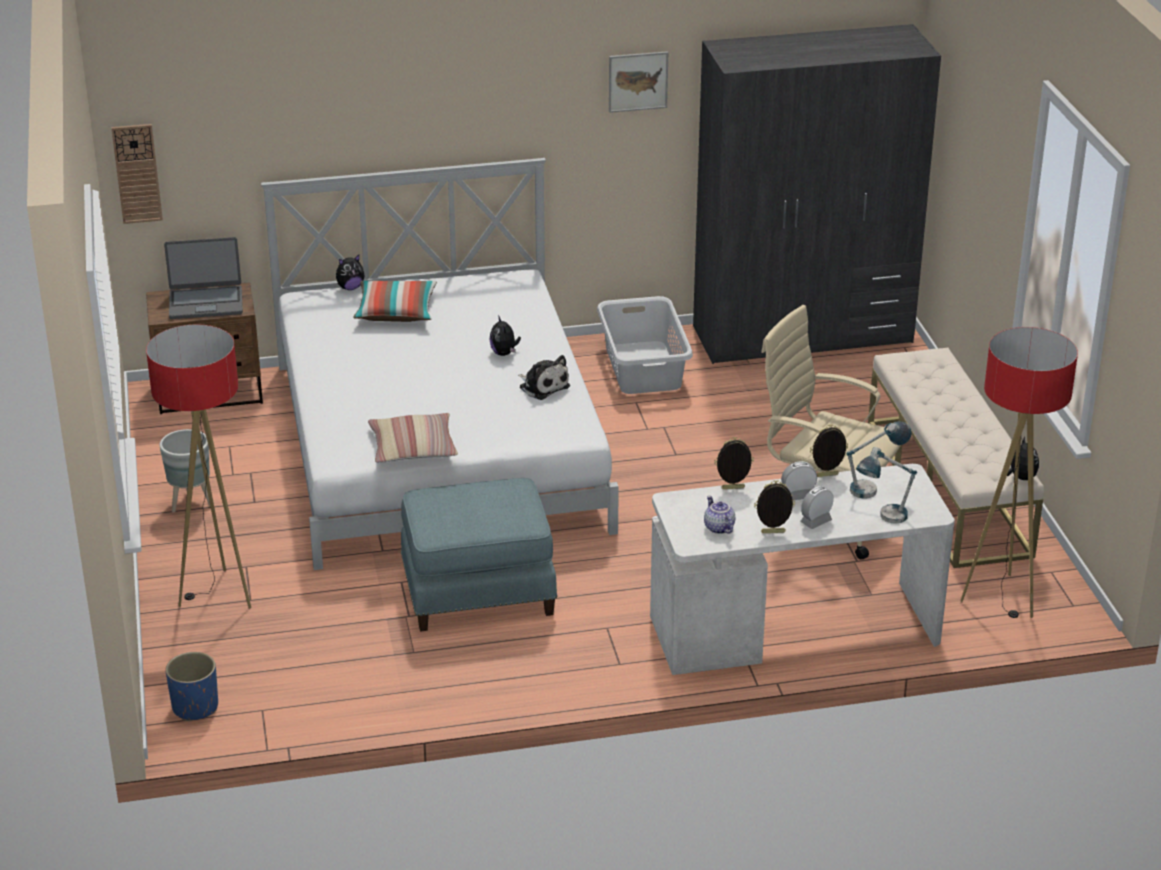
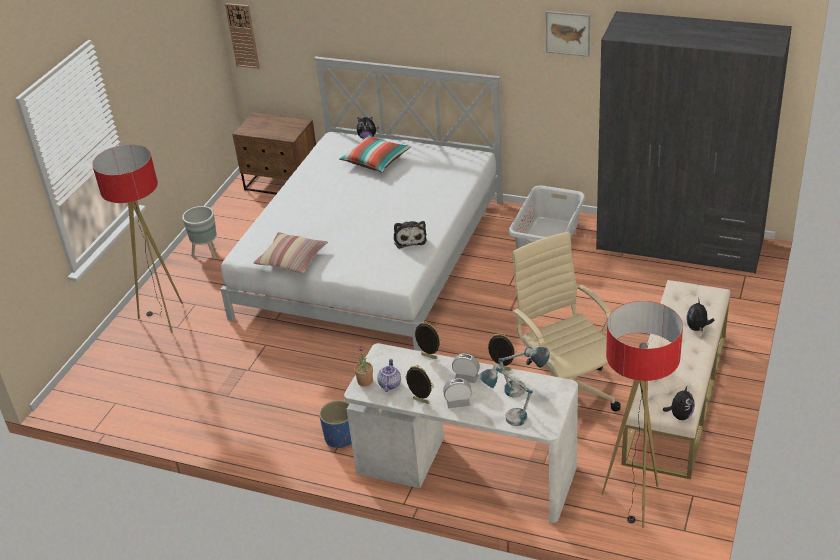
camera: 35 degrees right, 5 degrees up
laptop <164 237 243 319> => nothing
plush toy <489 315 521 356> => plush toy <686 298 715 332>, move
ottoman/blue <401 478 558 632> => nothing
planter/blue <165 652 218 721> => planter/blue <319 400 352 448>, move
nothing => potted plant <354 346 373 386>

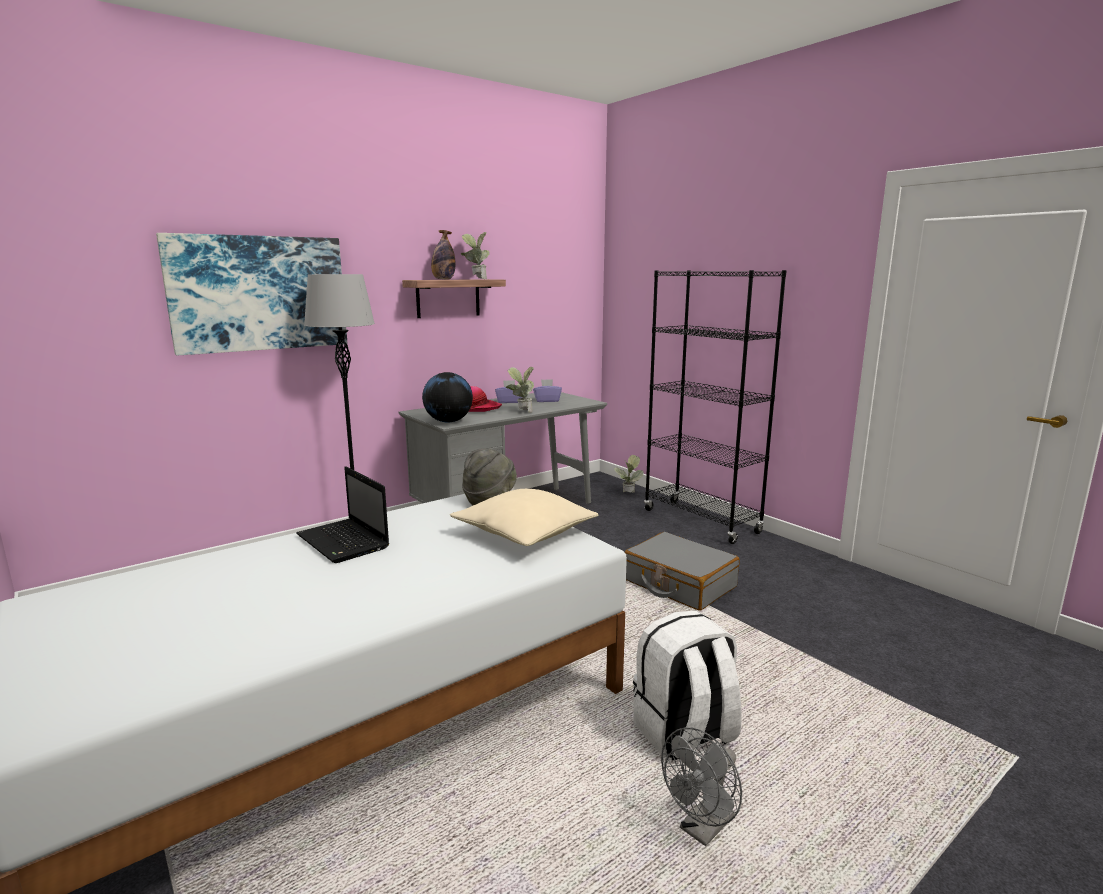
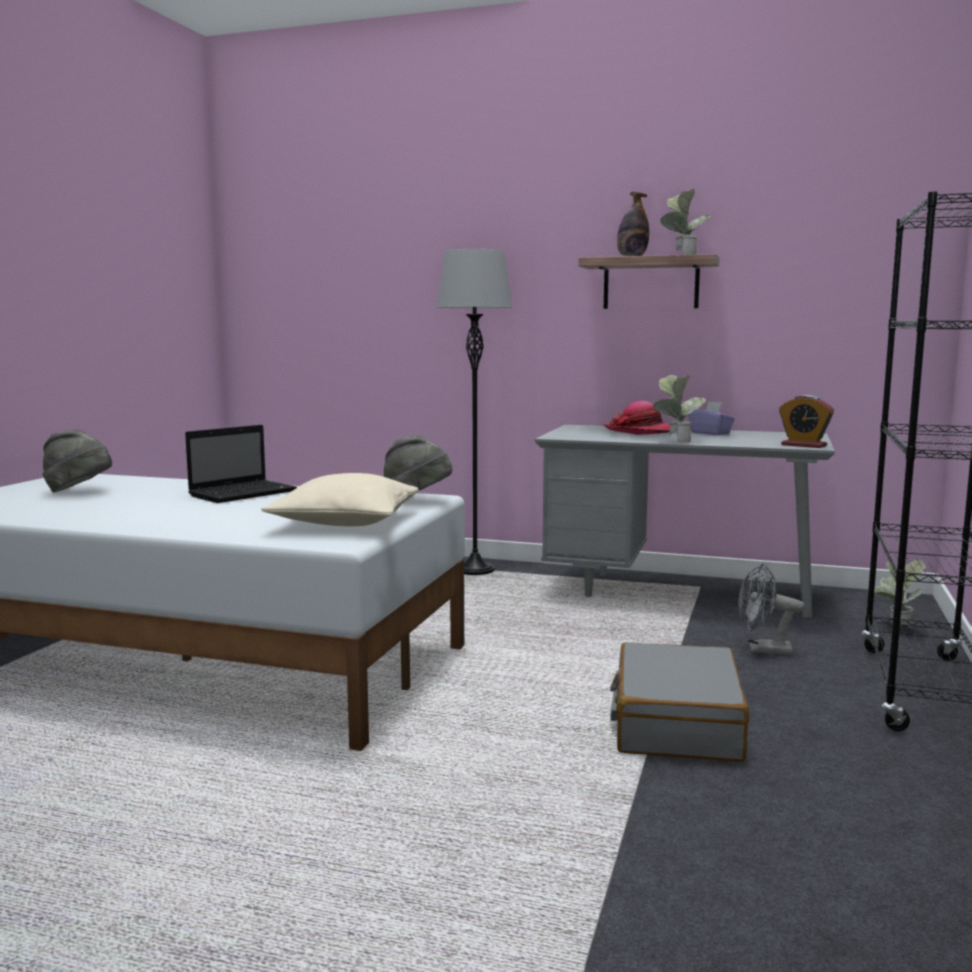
camera: 55 degrees right, 5 degrees down
picture <156 233 347 355> => nothing
globe <422 372 473 423> => nothing
tissue box/purple <533 379 562 402> => nothing
laptop <296 466 389 563> => laptop <185 425 297 503>, 150 degrees counterclockwise
backpack/white <633 611 741 760> => nothing
fan/grey <661 727 742 847> => fan/grey <738 563 805 655>, move
nothing => alarm clock <779 395 834 448>
nothing => hat/grey <43 429 112 492>

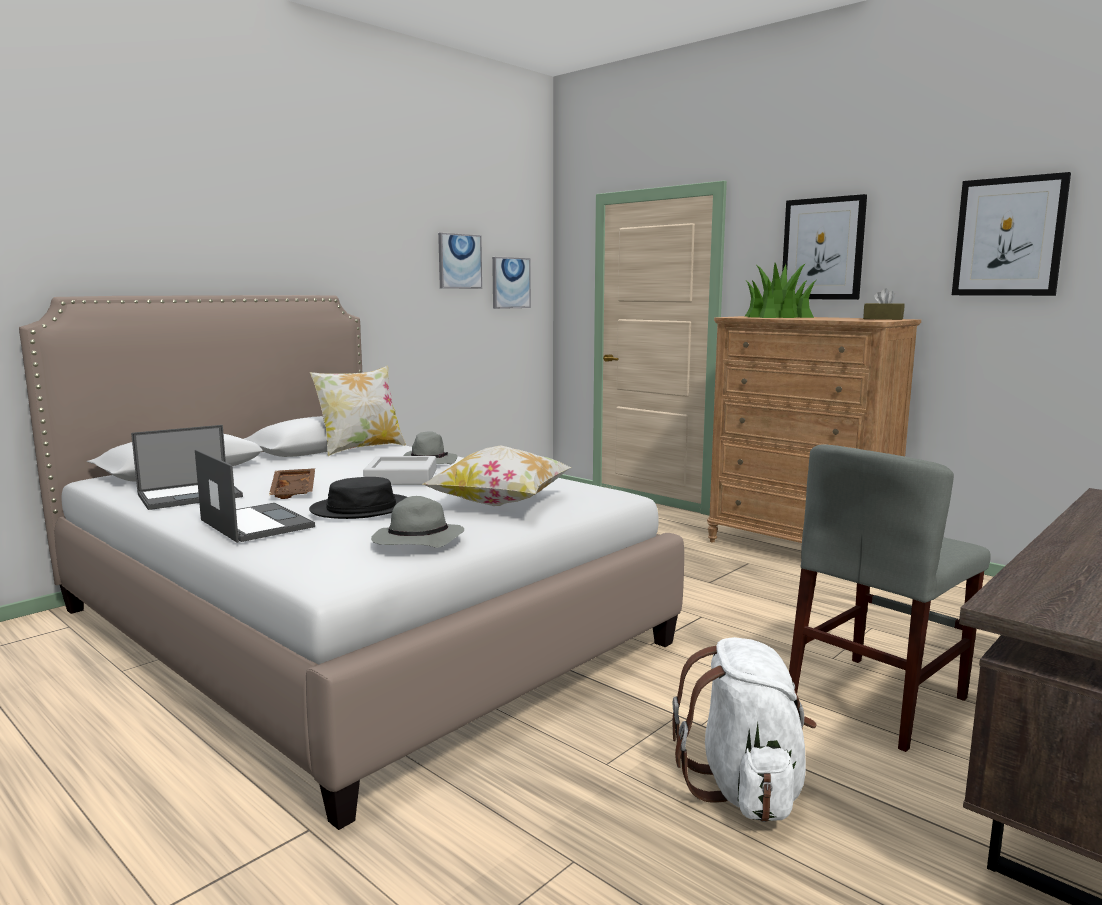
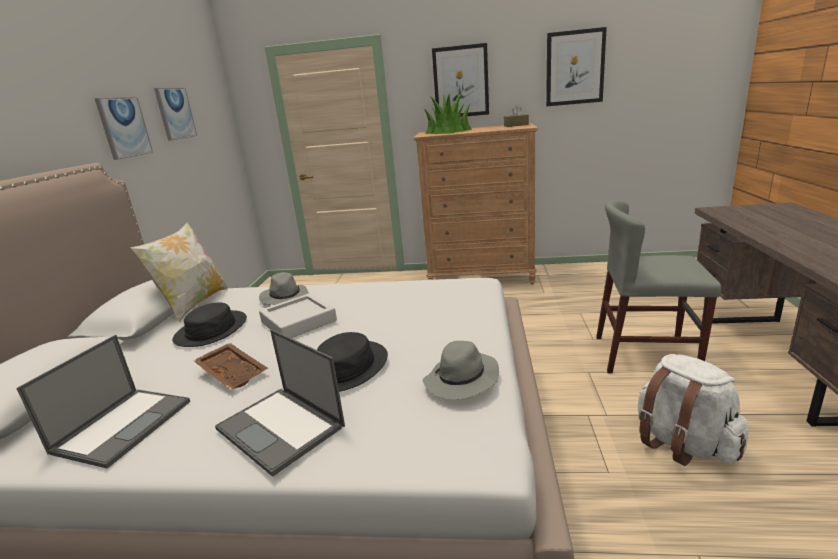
camera: 35 degrees left, 10 degrees up
picture <492 257 531 309> => picture <95 97 153 160>, move
chair/grey <789 444 991 752> => chair/grey <596 200 721 374>, 90 degrees clockwise
pillow <423 445 572 506> => nothing
laptop <195 449 315 543> => laptop <215 329 345 477>, 150 degrees counterclockwise
nothing => hat/black <172 303 247 347>

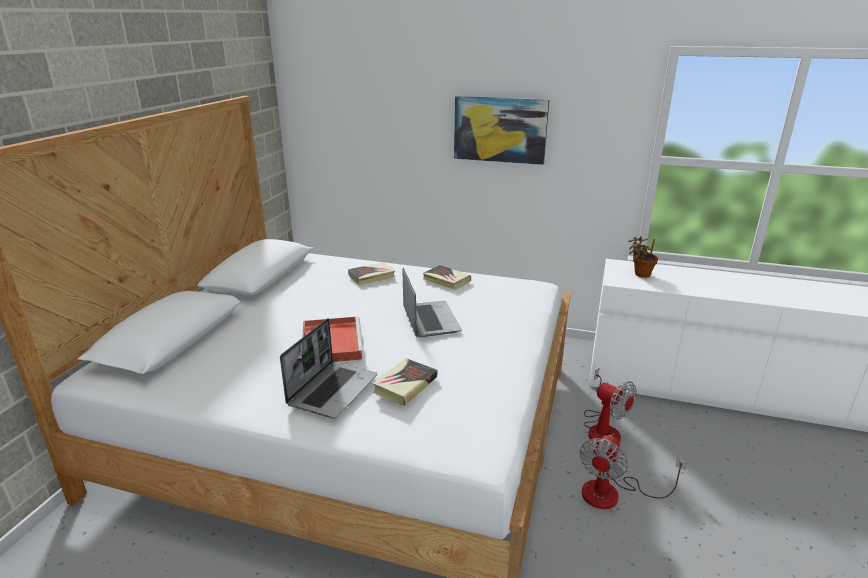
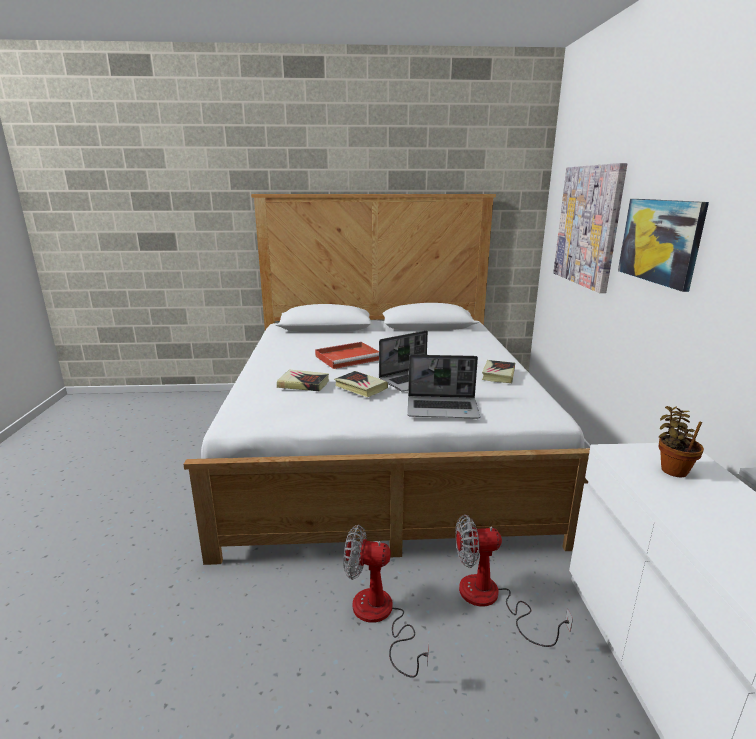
camera: 70 degrees right, 5 degrees down
book <348 262 395 285> => book <334 371 388 397>, move
laptop <280 318 377 419> => laptop <408 355 480 419>, move
fan <584 368 637 444> => fan <455 515 573 647>, 60 degrees clockwise
nothing => picture <553 163 627 293>

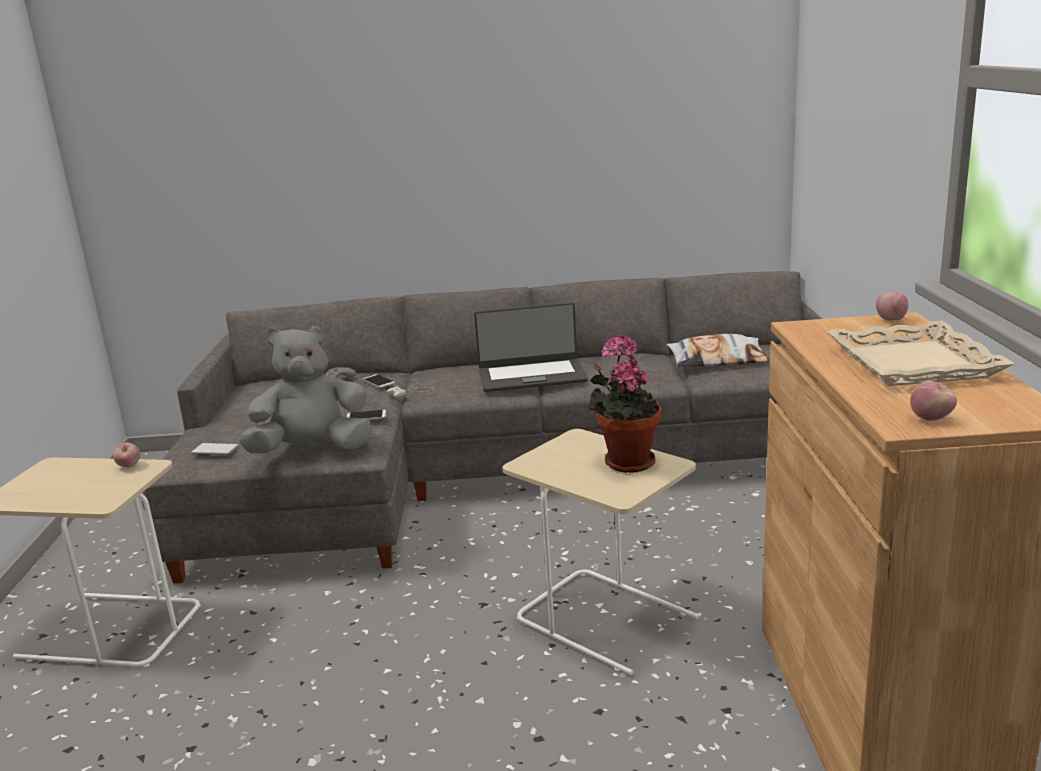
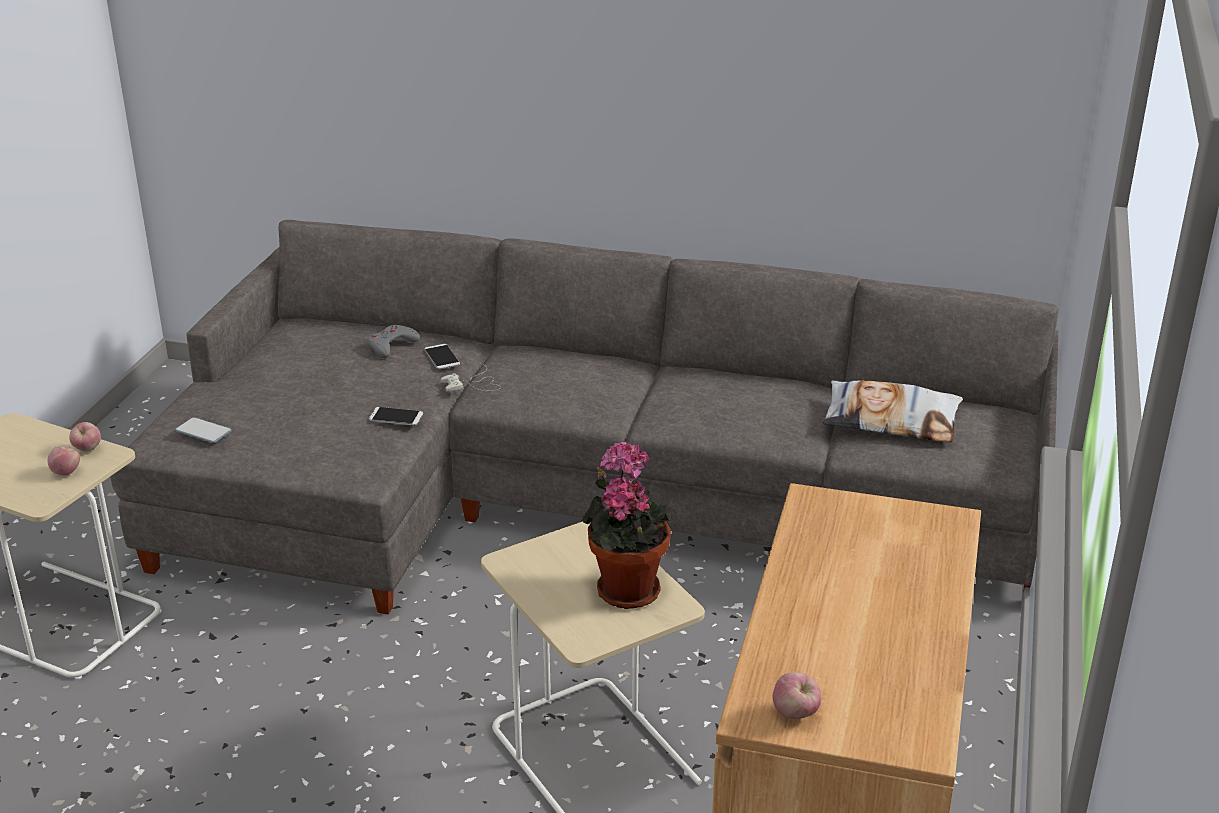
camera: 15 degrees right, 10 degrees up
apple <876 292 909 321> => apple <48 446 80 476>, move
laptop <474 302 588 392> => nothing
tray/beige <828 321 1014 386> => nothing
plush toy/grey <239 326 372 453> => nothing

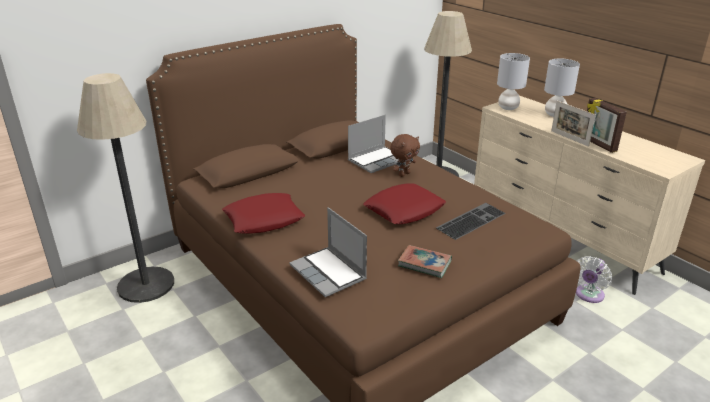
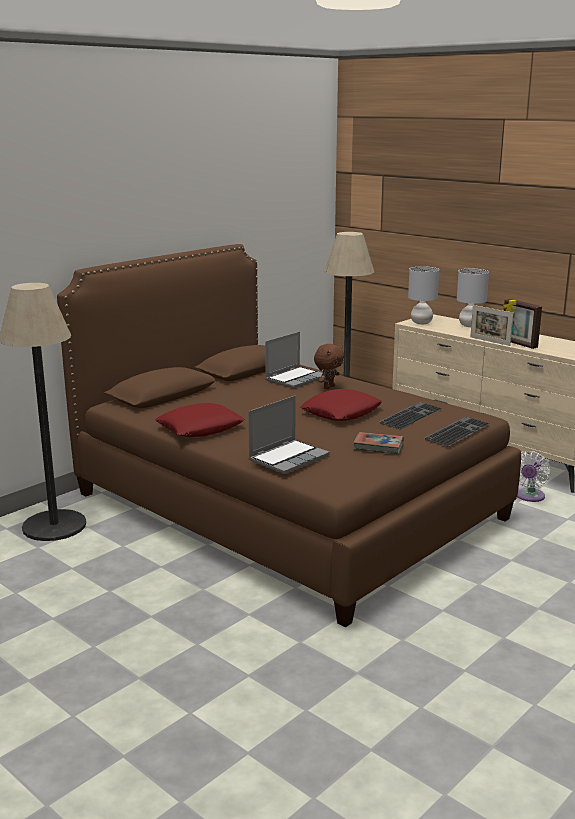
camera: 10 degrees left, 10 degrees down
laptop <289 207 367 297> => laptop <248 396 330 474>, 90 degrees counterclockwise
nothing => keyboard <424 417 489 447>

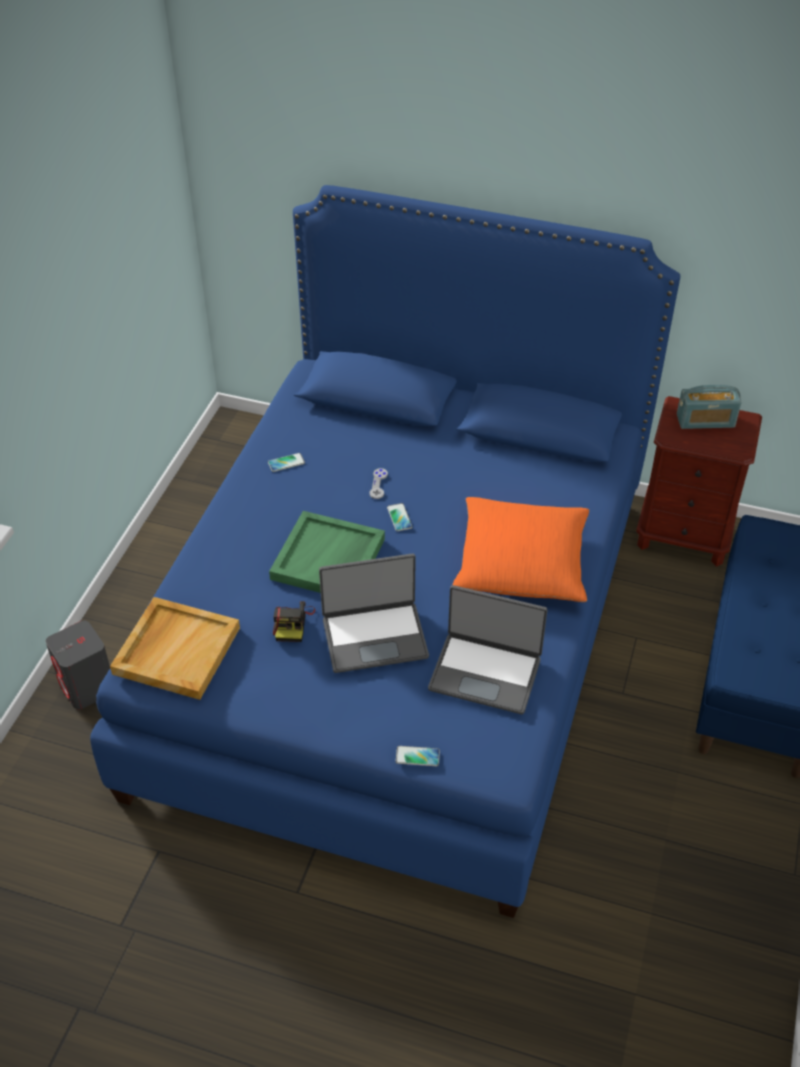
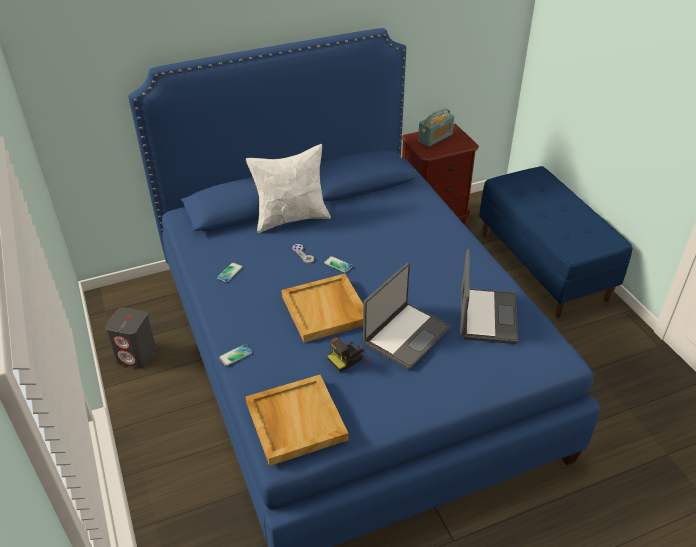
camera: 40 degrees left, 5 degrees down
pillow/orange <453 497 589 602> => nothing
tray/green <269 511 385 593> => tray/beige <282 274 363 343>
laptop <428 585 547 714> => laptop <460 249 518 344>, 60 degrees counterclockwise
photo camera <273 601 315 642> => photo camera <327 337 373 372>, 90 degrees clockwise
speaker/grey <46 621 110 709> => speaker/grey <105 307 156 369>, move
phone <395 746 440 766> => phone <219 344 252 366>, move
nothing => pillow/white <246 144 331 233>

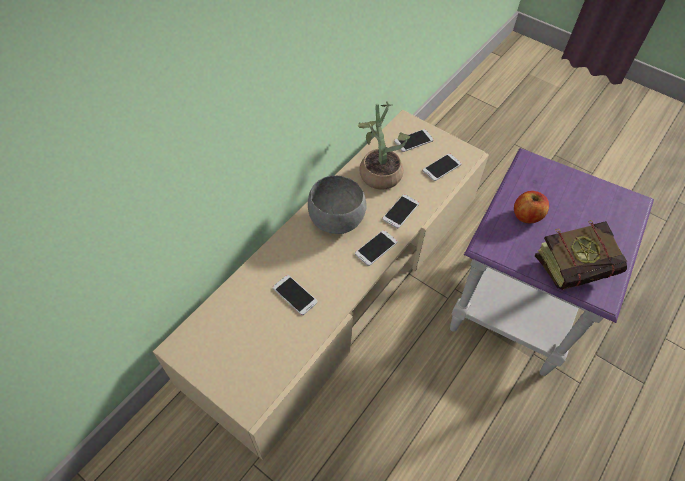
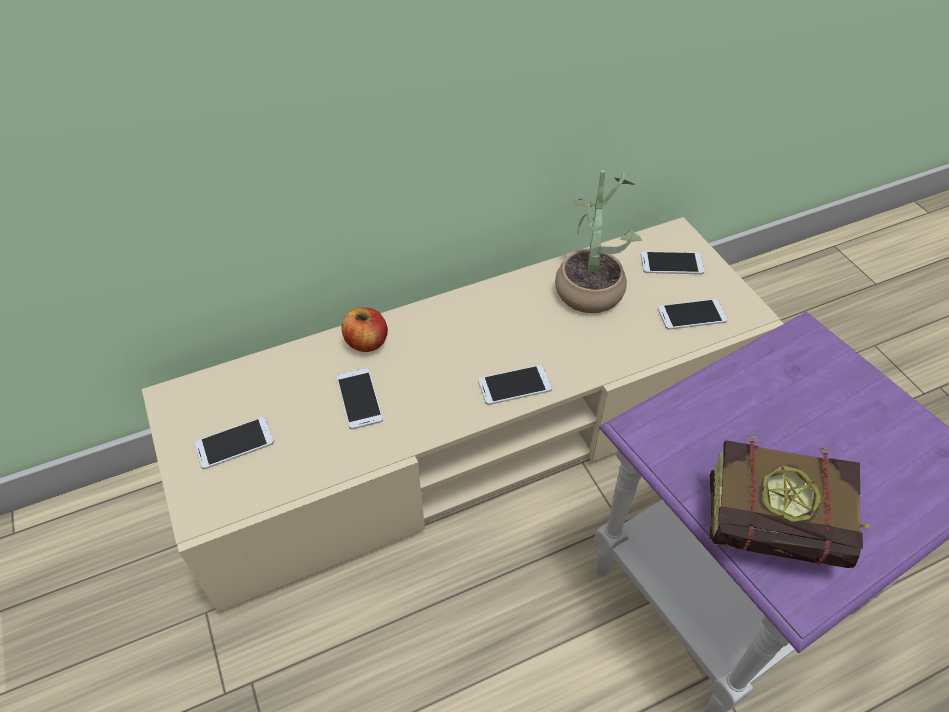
camera: 30 degrees right, 5 degrees down
bowl/grey <308 175 367 234> => nothing
apple <514 191 549 223> => apple <341 307 388 352>, move
phone <382 194 419 228> => phone <195 417 274 469>, move

